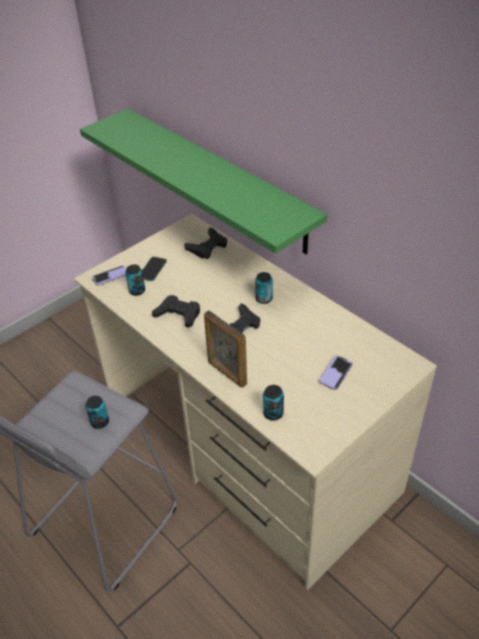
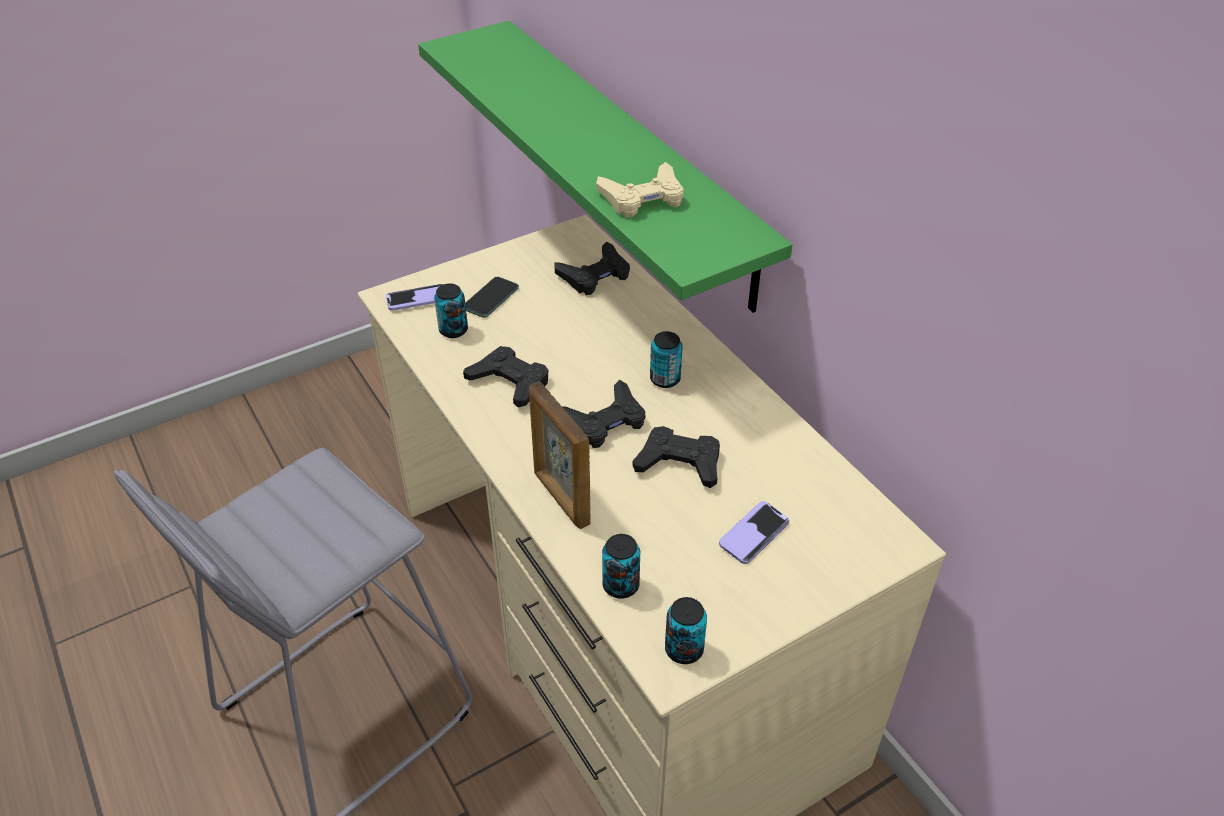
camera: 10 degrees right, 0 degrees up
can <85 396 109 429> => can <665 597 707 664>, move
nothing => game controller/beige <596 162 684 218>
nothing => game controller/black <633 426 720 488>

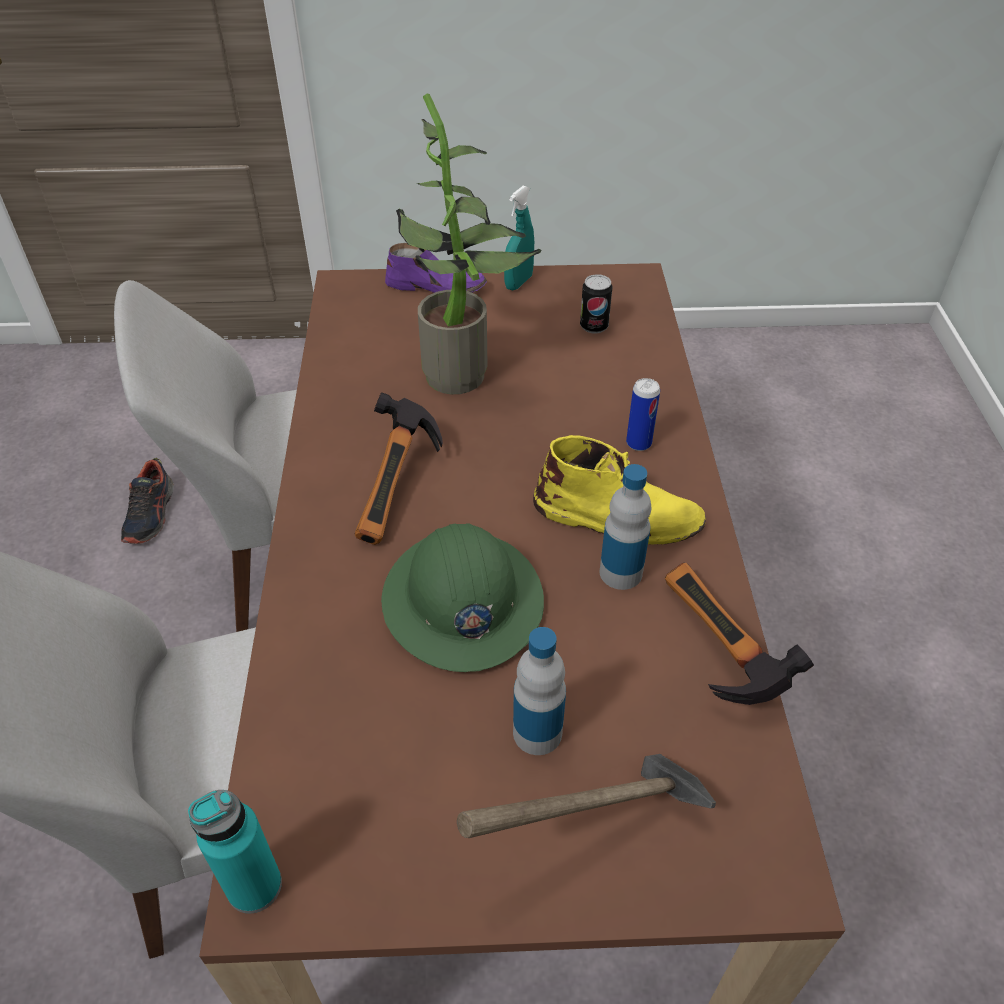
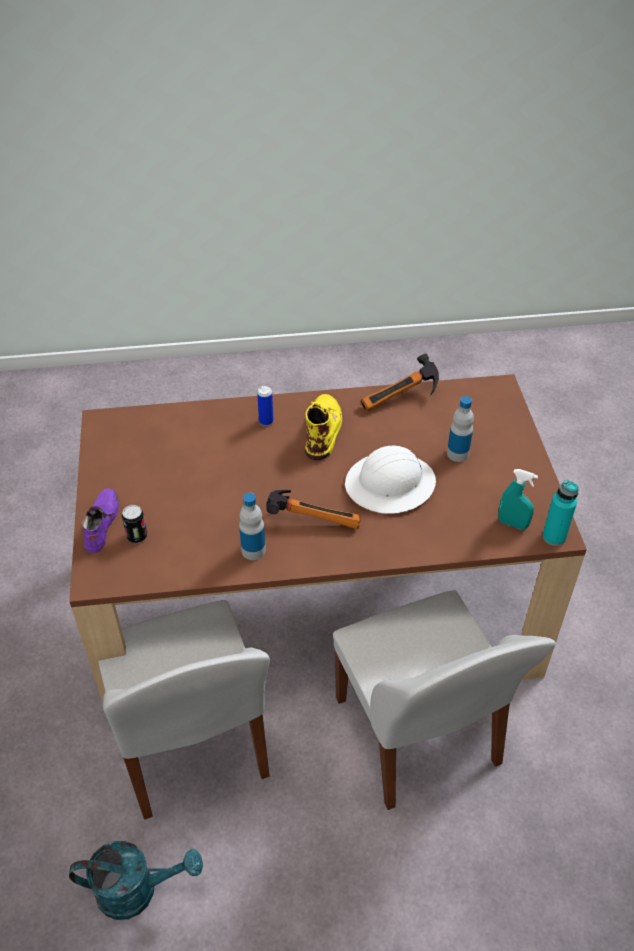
camera: 95 degrees left, 0 degrees up
potted plant <396 94 541 394> => nothing
spray bottle/turquoise <504 186 534 290> => spray bottle/turquoise <499 469 538 530>, move
can <580 274 612 334> => can <122 505 148 543>, move
shoe <121 458 174 544> => watering can/turquoise <69 841 203 920>
bottle <600 464 651 590> => bottle <239 493 266 560>, move
hard hat/green <381 523 544 672> => hard hat/white <345 446 436 514>
hammer <457 754 716 838> => nothing

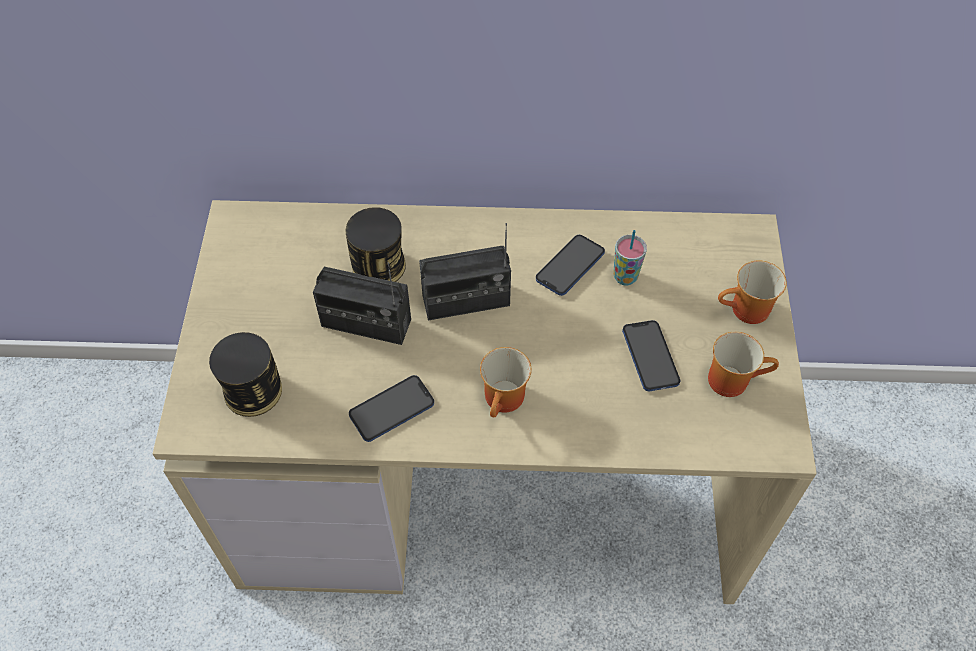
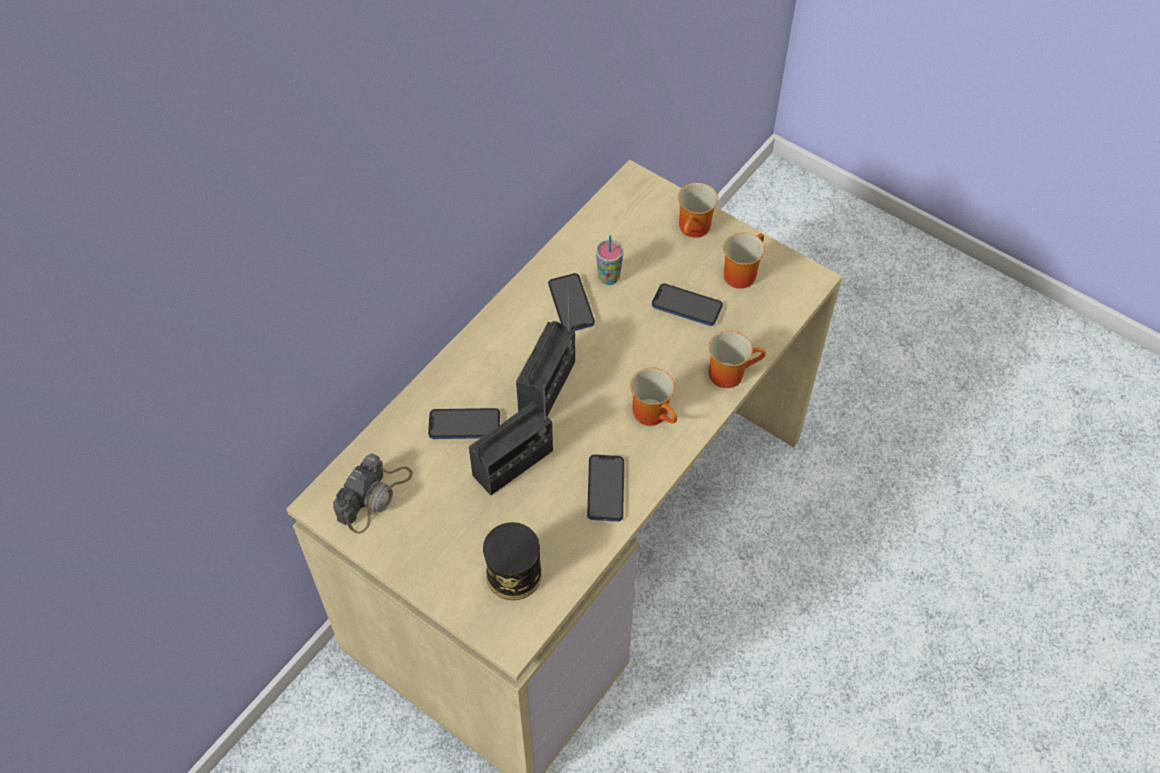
camera: 55 degrees left, 0 degrees up
can <346 207 406 282> => phone <428 408 500 439>
nothing => mug <709 330 766 388>
nothing => photo camera <333 453 413 534>

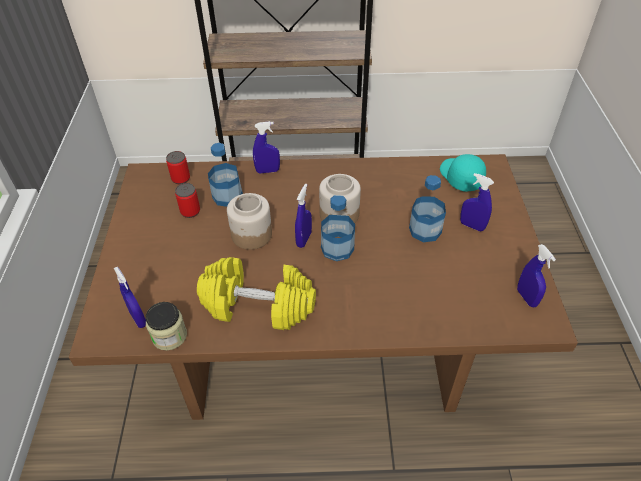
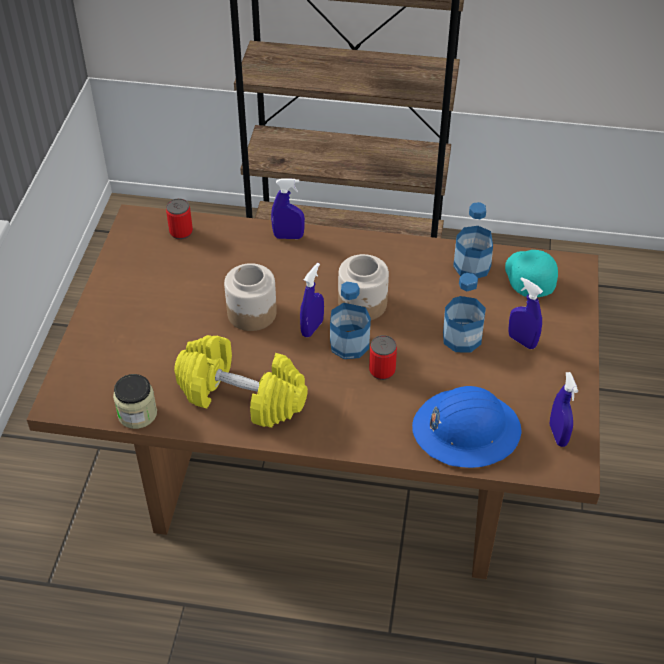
camera: 10 degrees right, 0 degrees up
bottle <208 143 243 207> => bottle <453 202 493 278>, move
can <175 183 200 218> => can <369 335 397 380>, move
spray bottle/blue <114 266 146 328> => nothing
nothing => hard hat/blue <412 386 522 468>

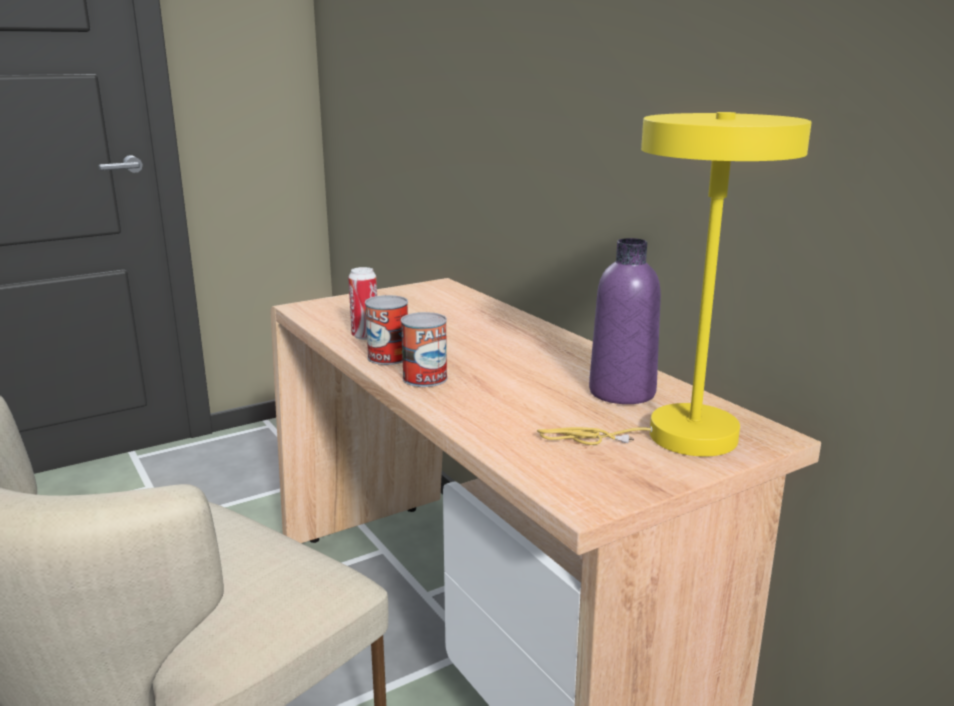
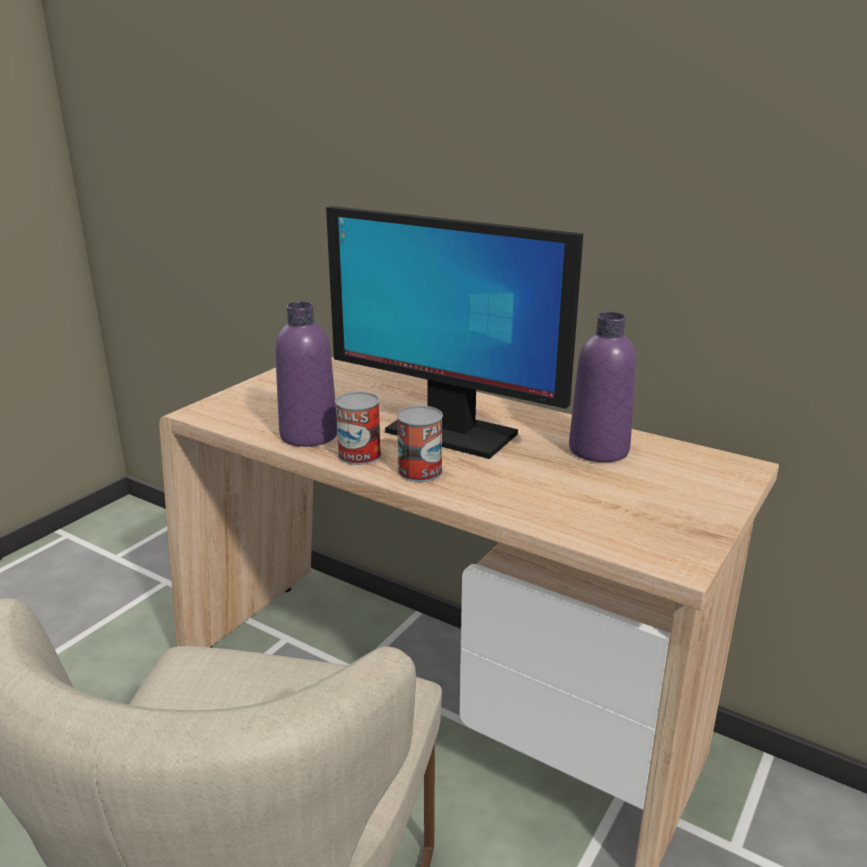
camera: 25 degrees left, 5 degrees up
table lamp/yellow <537 112 812 457> => nothing
can <348 267 377 340> => bottle/purple <275 302 337 447>
nothing => monitor <326 206 583 459>

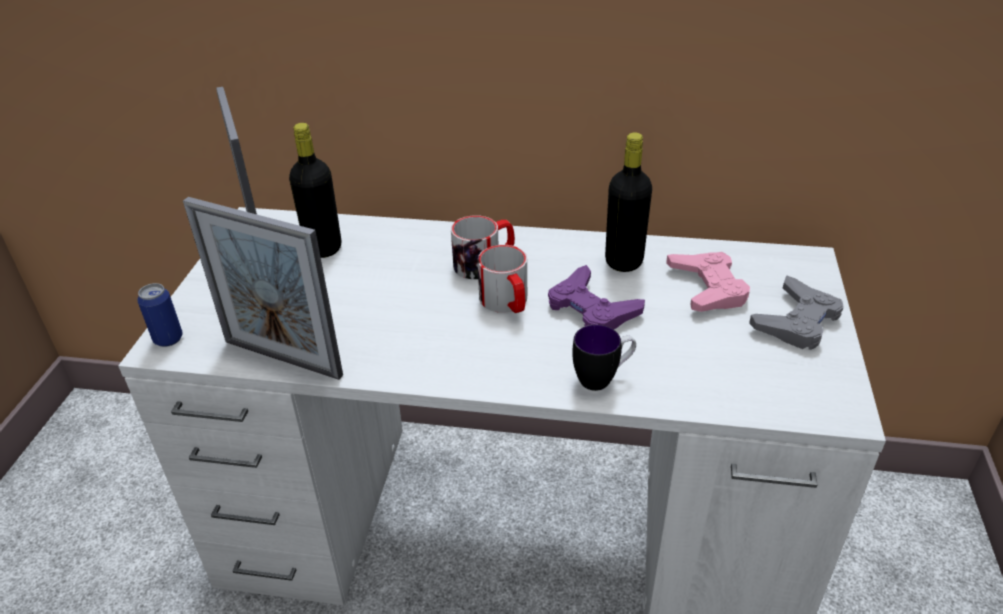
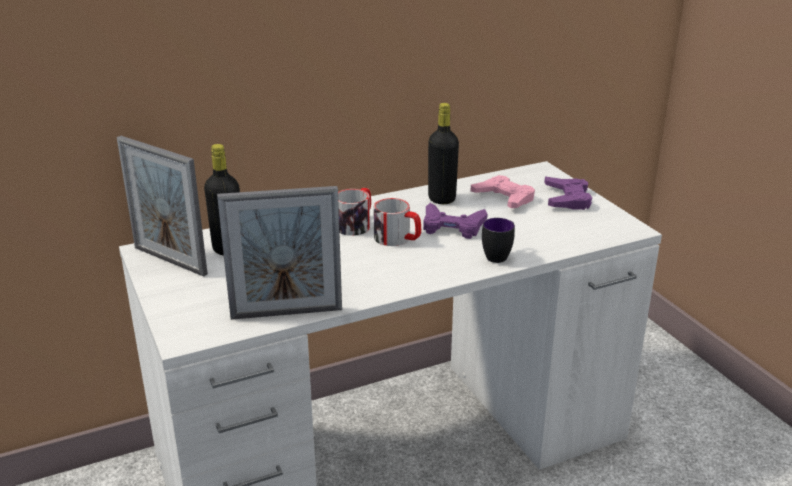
camera: 35 degrees left, 10 degrees down
game controller/grey <749 275 844 350> => game controller/purple <544 177 592 210>
can <137 283 183 347> => nothing

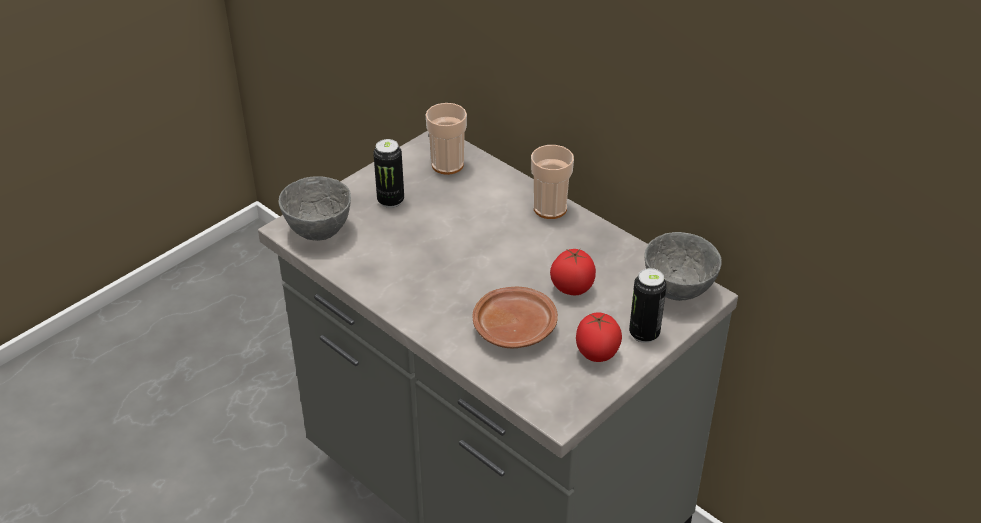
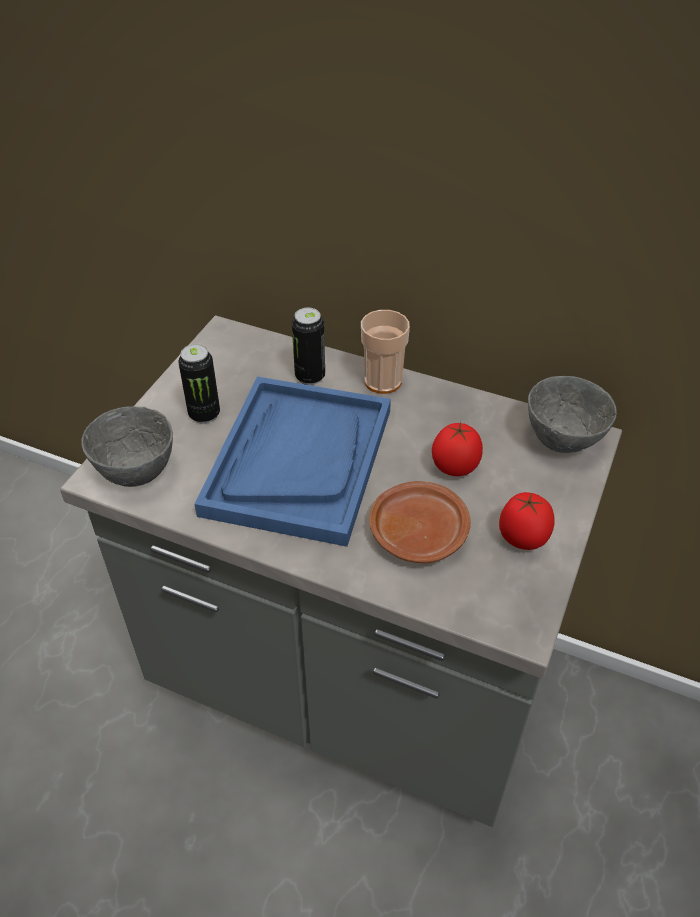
camera: 20 degrees left, 5 degrees up
cup <426 103 467 175> => nothing
can <629 268 667 343> => can <292 308 325 385>, move
nothing => tray/blue <194 377 391 547>

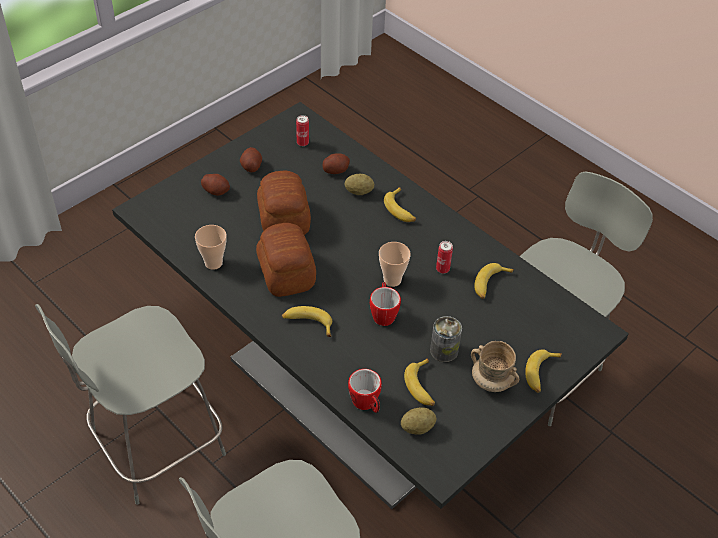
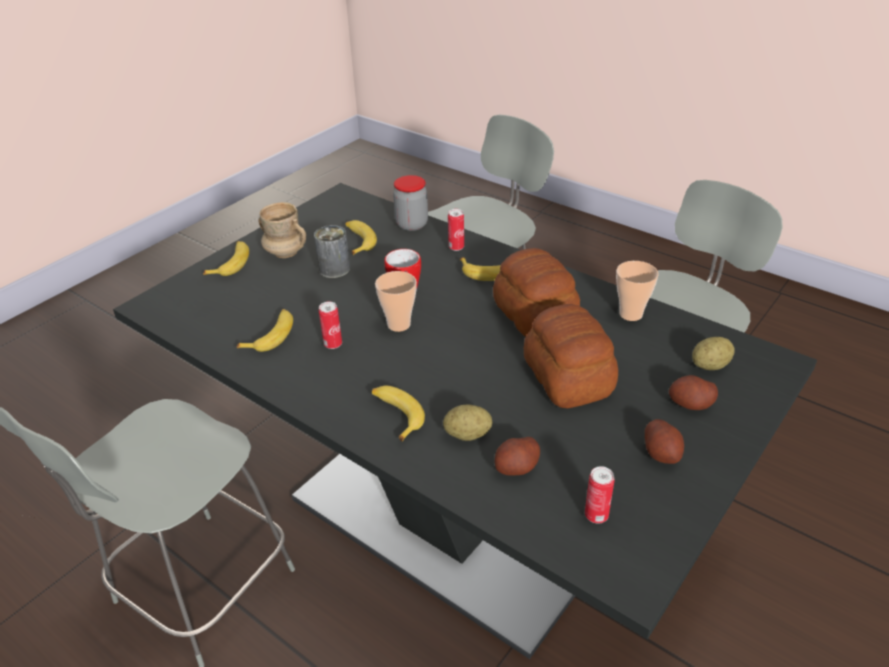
camera: 175 degrees right, 10 degrees down
mug <348 369 382 413> => jar <393 175 428 231>
potato <401 407 436 435> => potato <692 337 735 370>, move
nothing => can <448 209 464 251>

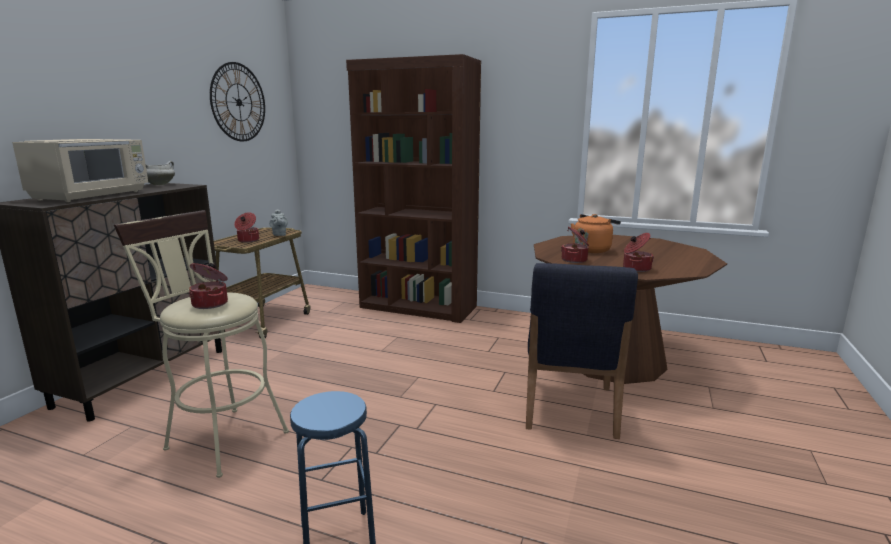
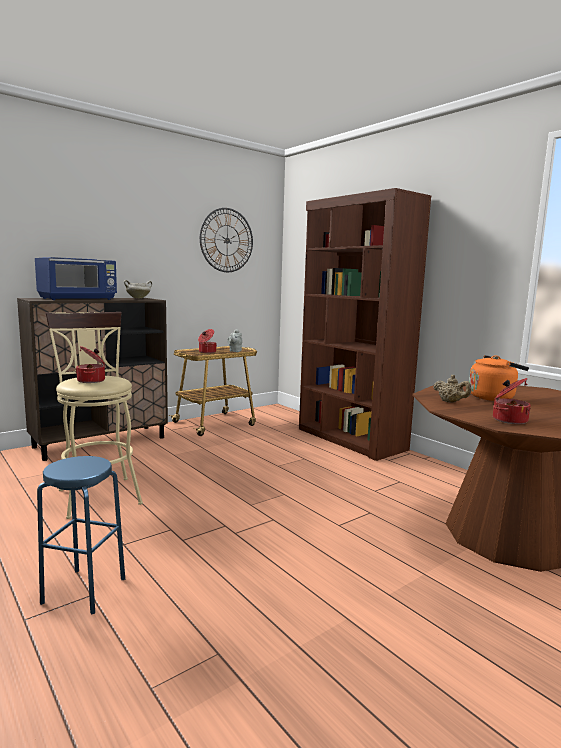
camera: 30 degrees right, 5 degrees down
microwave/beige <12 139 148 202> => microwave/blue <35 257 117 300>
cooking pot <561 226 589 263> => teapot/beige <433 375 471 403>
chair/blue <526 263 638 439> => nothing

